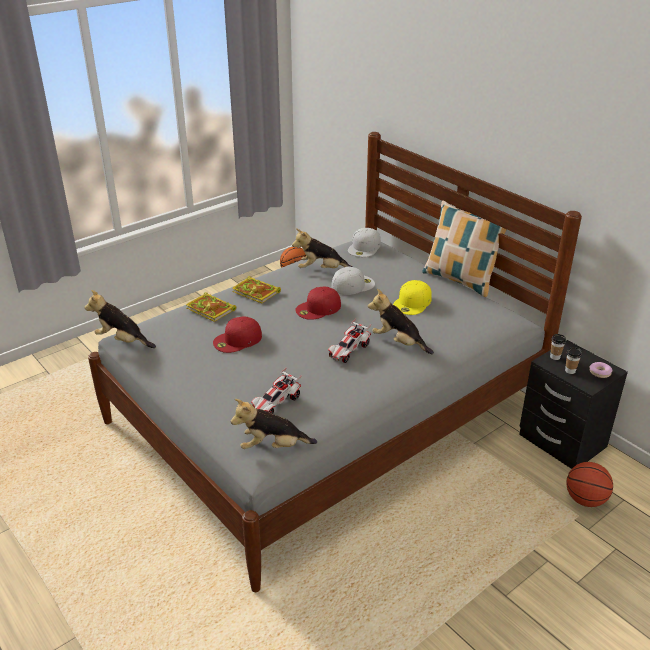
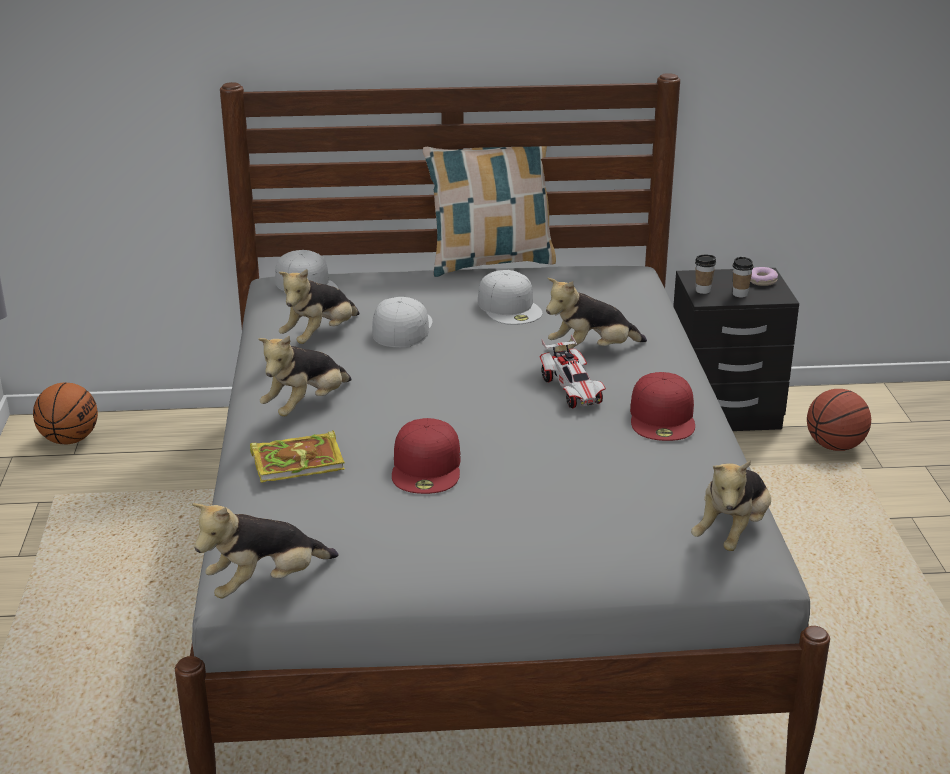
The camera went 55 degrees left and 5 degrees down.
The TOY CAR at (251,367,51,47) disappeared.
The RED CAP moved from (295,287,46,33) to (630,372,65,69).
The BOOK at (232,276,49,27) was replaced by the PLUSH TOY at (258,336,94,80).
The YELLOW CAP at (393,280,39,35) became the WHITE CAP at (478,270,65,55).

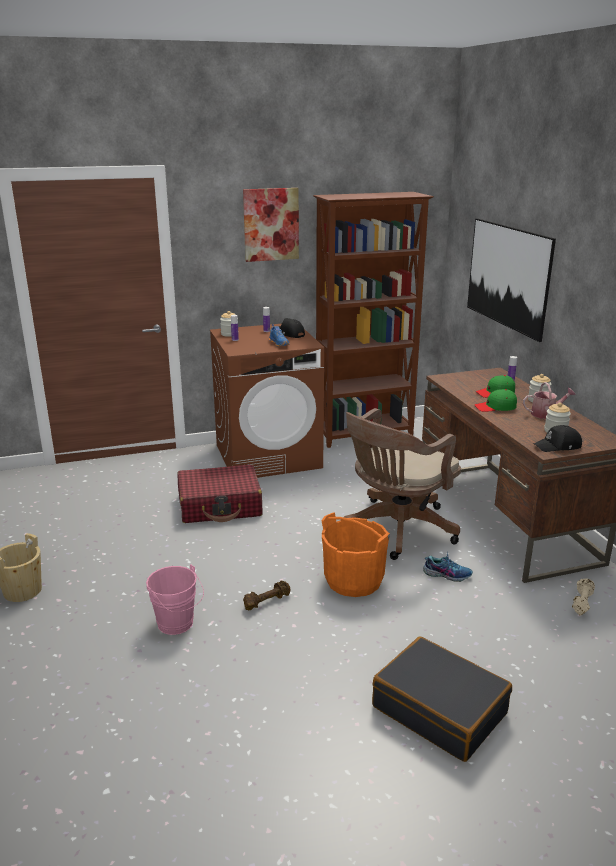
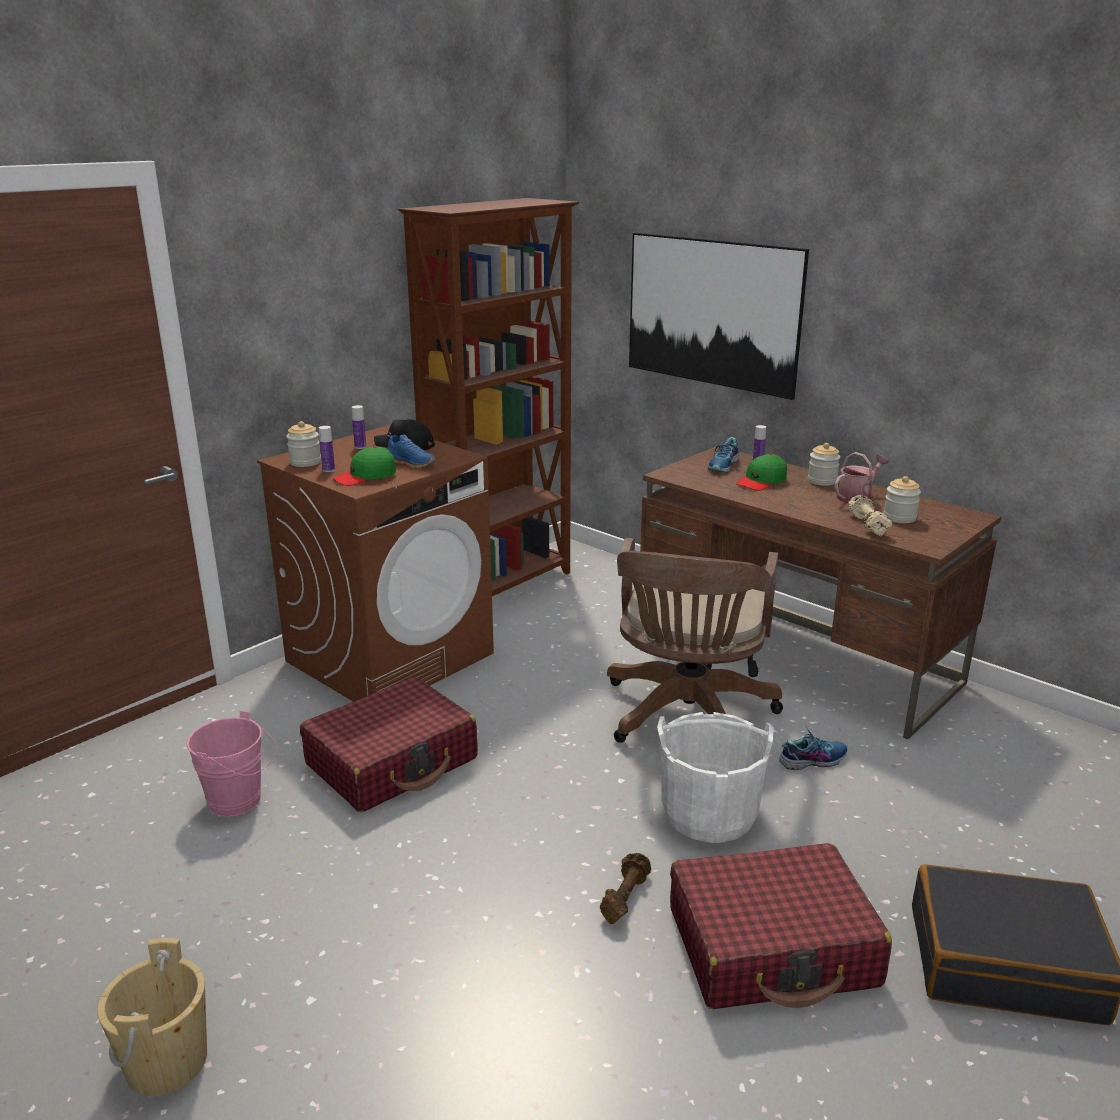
The camera went 30 degrees left and 0 degrees up.
The PICTURE at (243,188,56,74) disappeared.
The BLACK CAP at (534,425,48,27) disappeared.
The RED SUITCASE at (670,843,222,166) appeared.
The SHOE at (708,437,31,36) appeared.
The PINK BUCKET moved from (146,564,58,71) to (186,710,91,107).
The GREEN CAP moved from (475,389,42,23) to (333,446,63,40).
The BEIGE DUMBBELL moved from (572,578,23,38) to (848,495,44,41).
The ORANGE BUCKET at (322,512,68,85) became the WHITE BUCKET at (657,712,116,131).

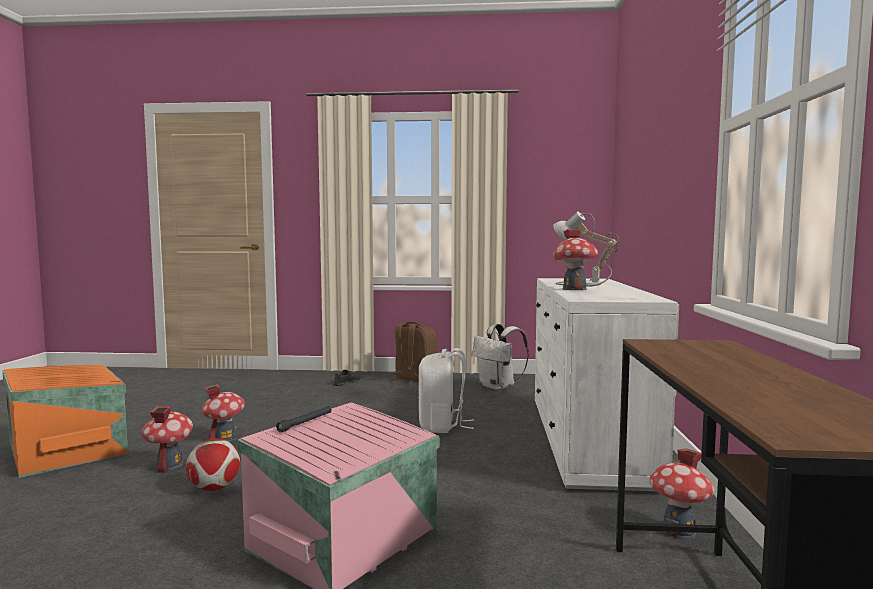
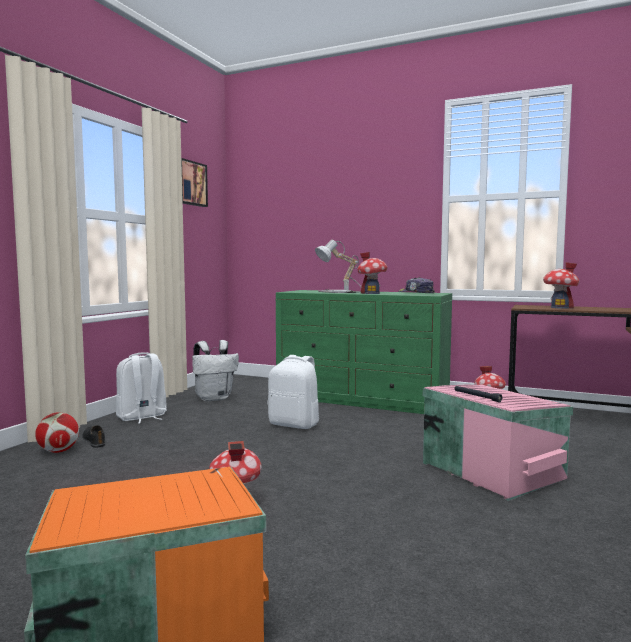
The camera went 70 degrees left and 0 degrees up.
The PICTURE at (181,158,27,49) appeared.
The CAP at (399,277,36,17) appeared.
The TOY HOUSE moved from (142,406,51,67) to (543,262,36,47).
The FOOTBALL moved from (186,438,54,53) to (35,412,44,41).
The BROWN BACKPACK at (391,322,46,63) became the WHITE BACKPACK at (116,352,51,72).
The WHITE DRESSER at (535,278,144,213) became the GREEN DRESSER at (276,290,176,124).

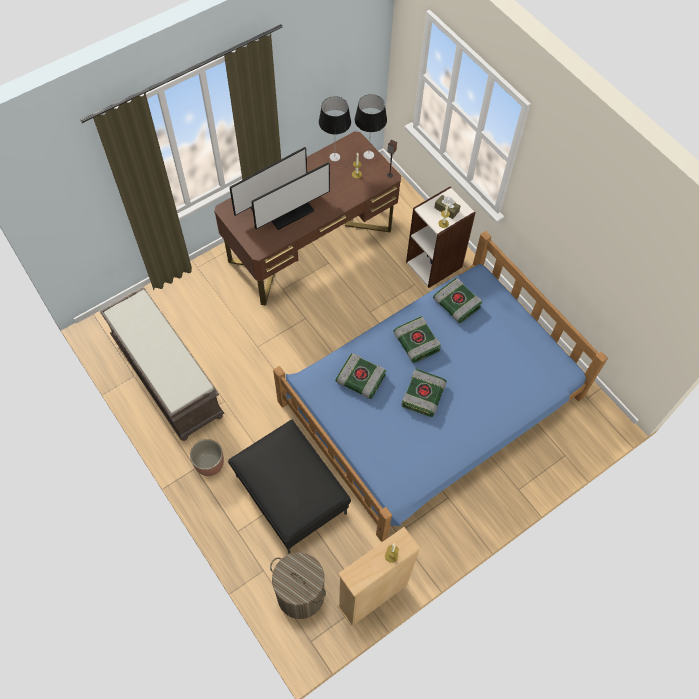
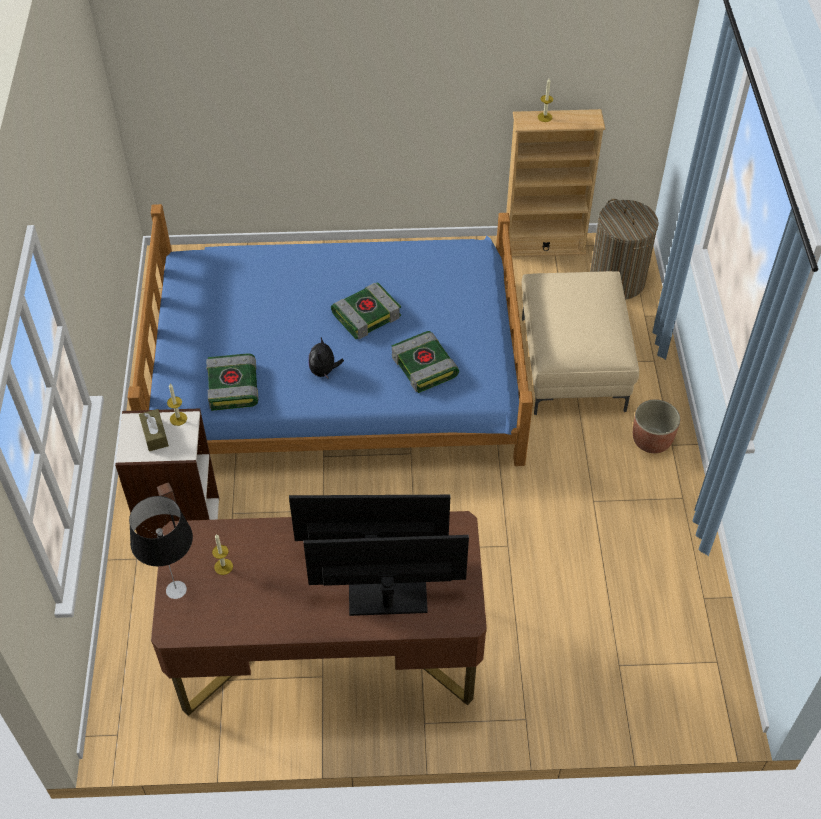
The camera went 145 degrees left and 10 degrees down.
The BROWN BENCH at (99,287,125,154) disappeared.
The TABLE LAMP at (319,96,32,65) disappeared.
The BOOK at (393,316,48,47) was replaced by the PLUSH TOY at (308,337,36,42).
The BLACK OTTOMAN at (228,420,123,134) became the BEIGE OTTOMAN at (522,271,117,144).

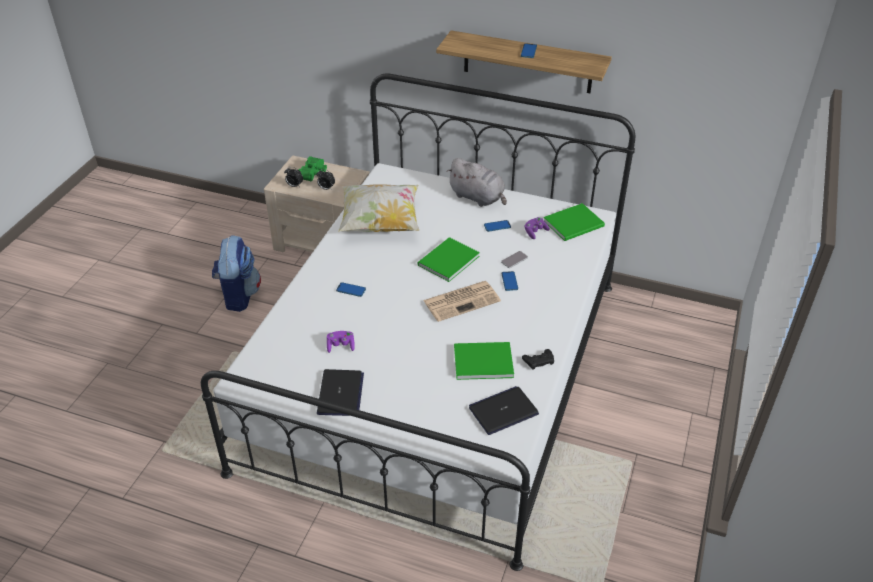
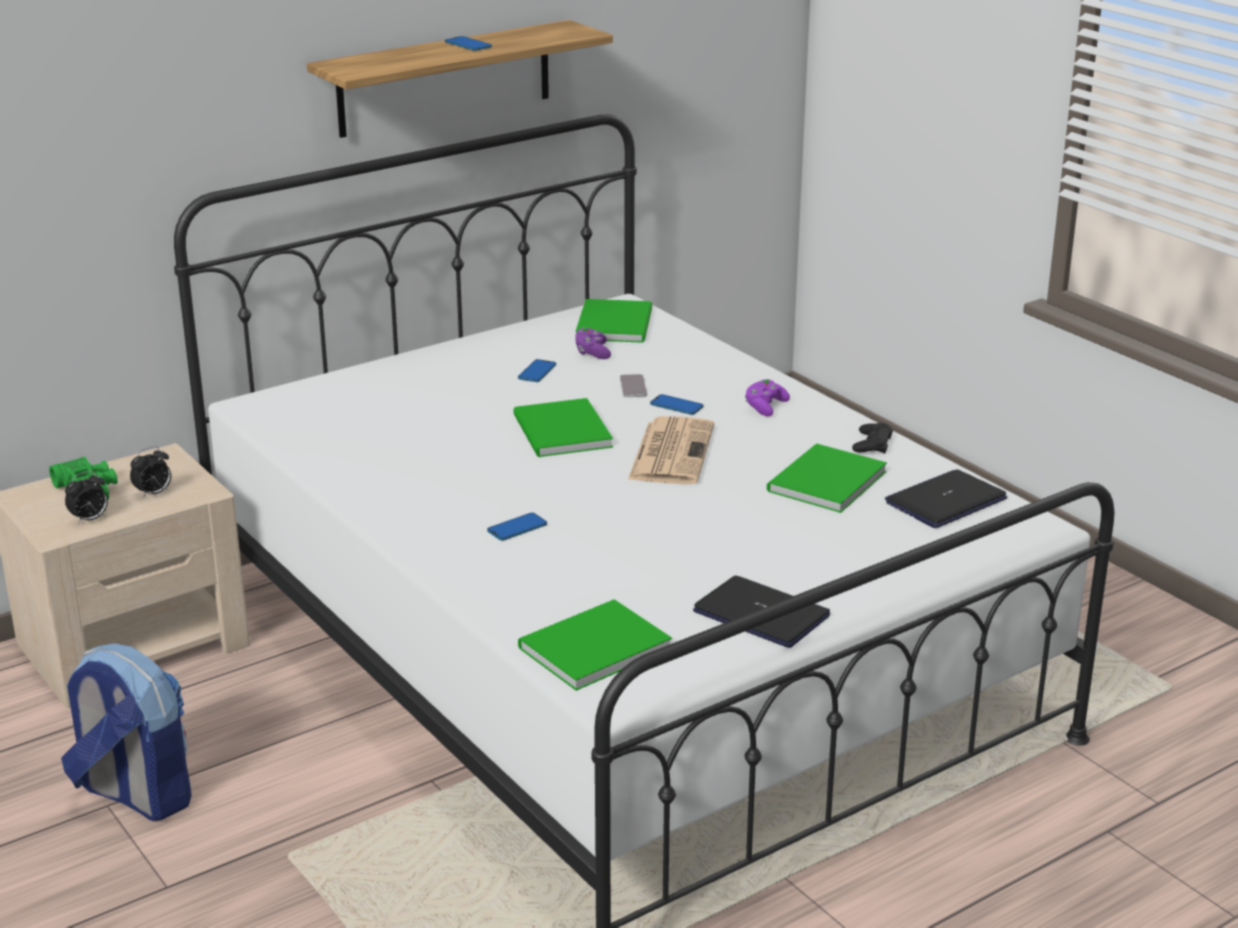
The camera went 55 degrees left and 15 degrees down.
The PILLOW at (338,184,81,48) disappeared.
The GREY PLUSH TOY at (446,158,61,49) disappeared.
The GREEN BOOK at (518,599,154,92) appeared.
The PURPLE GAME CONTROLLER moved from (327,331,28,22) to (745,379,45,37).
The LAPTOP at (469,386,70,49) turned 45 degrees clockwise.

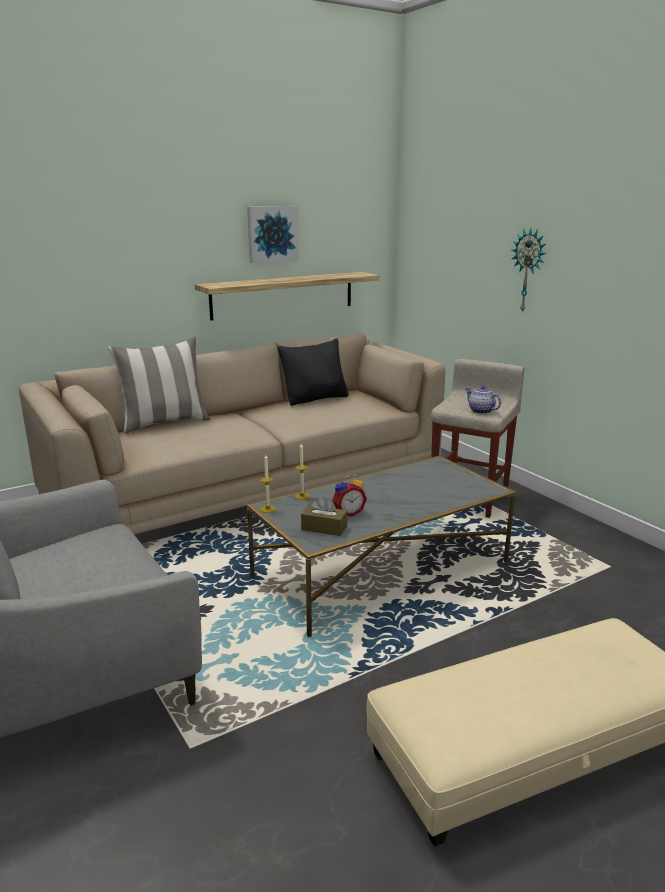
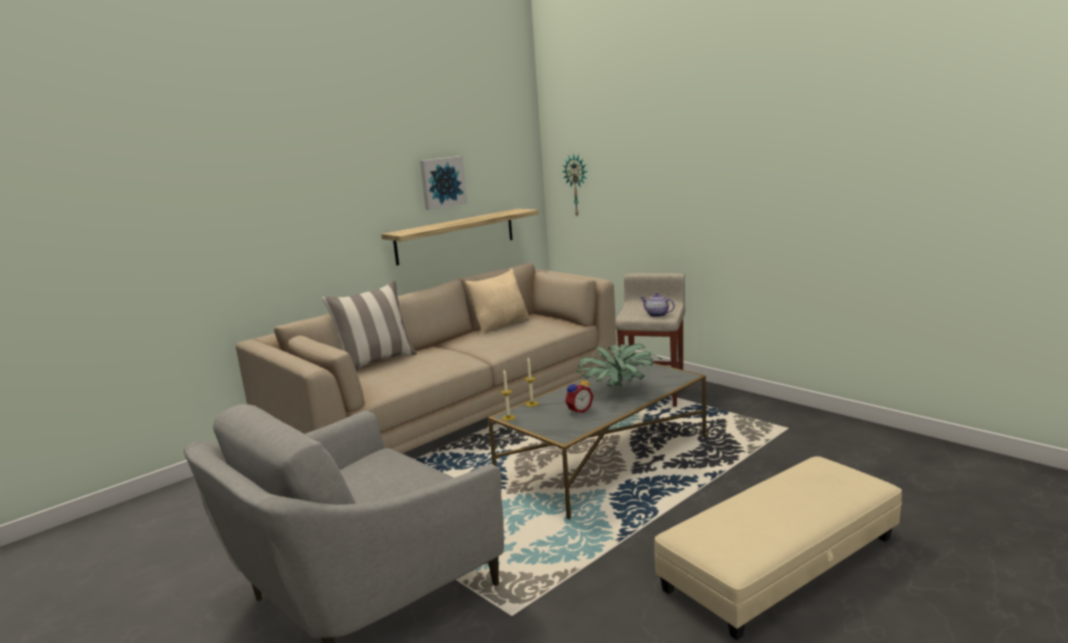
The camera went 10 degrees left and 5 degrees down.
The BROWN TISSUE BOX at (301,497,46,39) disappeared.
The POTTED PLANT at (577,344,84,45) appeared.
The WALL CLOCK moved from (512,228,35,85) to (562,154,25,61).
The BLACK PILLOW at (278,338,71,68) became the BEIGE PILLOW at (465,269,65,64).

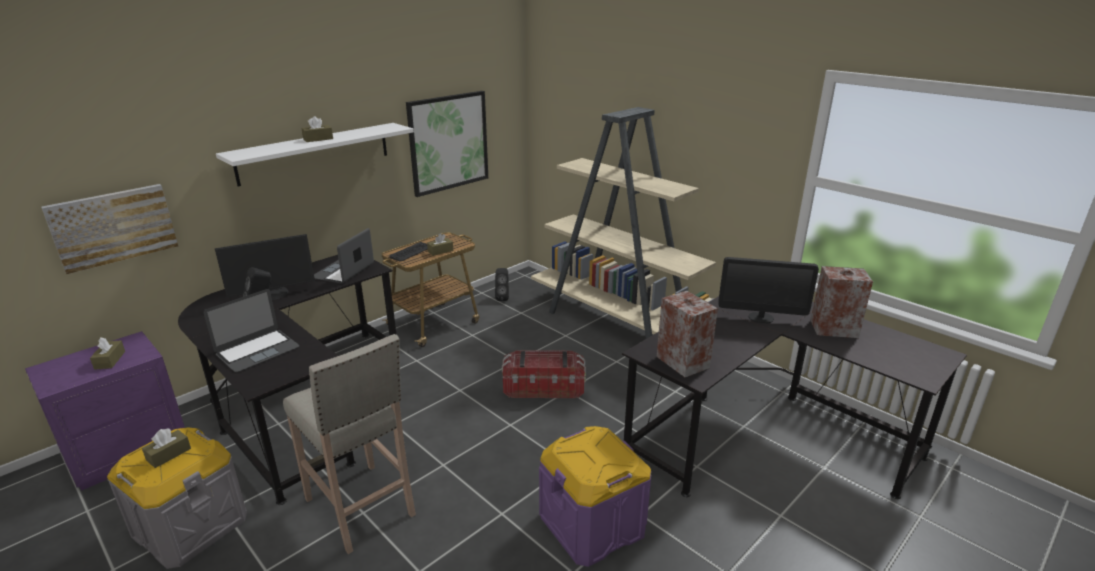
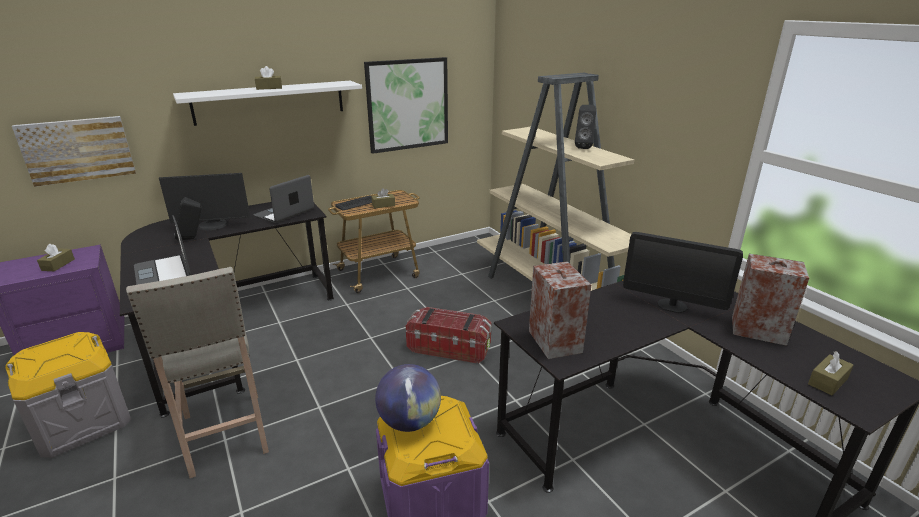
The camera went 15 degrees right and 0 degrees up.
The GLOBE at (375,364,66,68) appeared.
The BROWN TISSUE BOX moved from (142,428,49,40) to (808,351,45,44).
The BLACK SPEAKER moved from (495,268,14,33) to (575,105,21,44).
The LAPTOP at (204,289,96,83) turned 90 degrees clockwise.

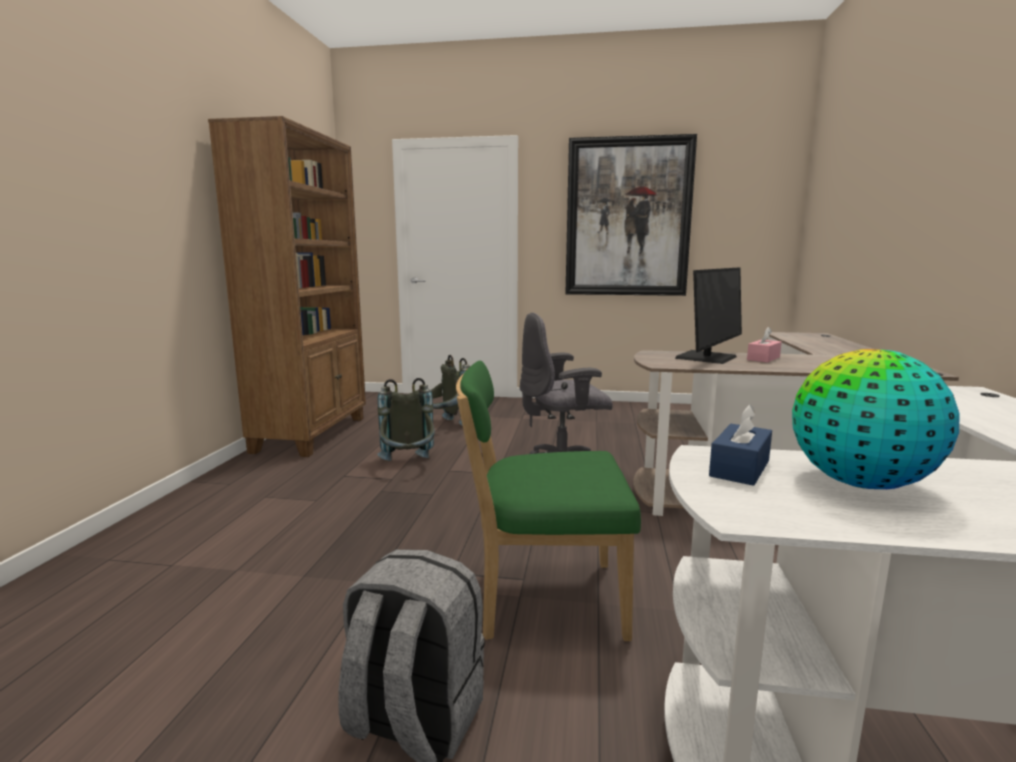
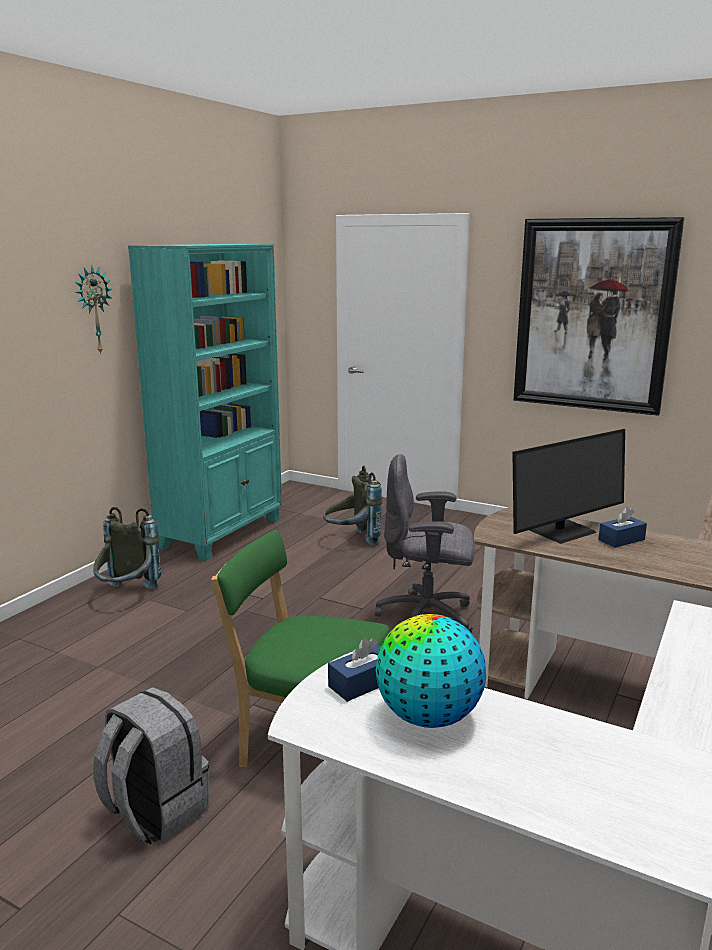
The camera went 20 degrees right and 5 degrees up.
The WALL CLOCK at (75,266,37,88) appeared.
The GREY BACKPACK moved from (377,378,58,83) to (93,507,68,82).
The BROWN BOOKCASE at (208,116,158,341) became the TURQUOISE BOOKCASE at (128,244,154,317).
The PINK TISSUE BOX at (747,327,35,36) became the BLUE TISSUE BOX at (598,507,49,41).

